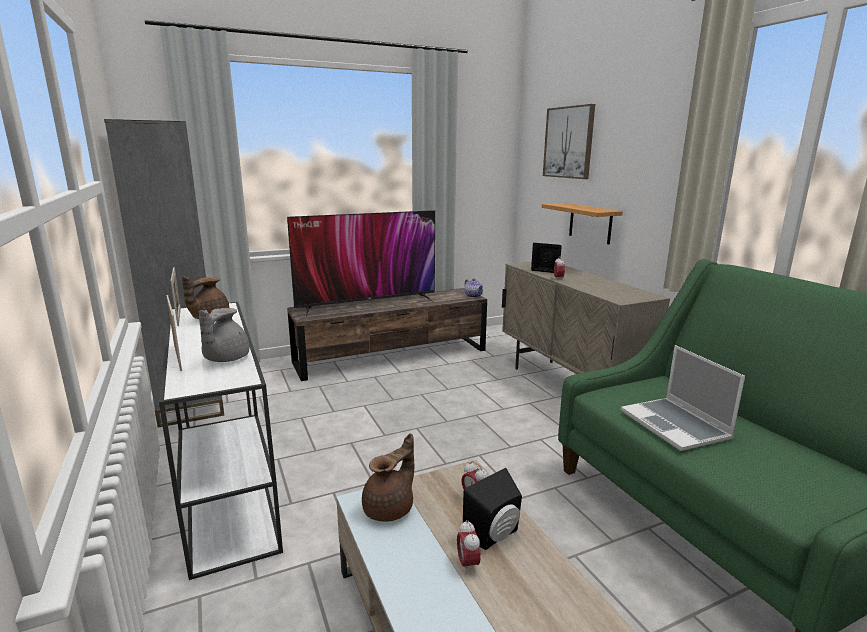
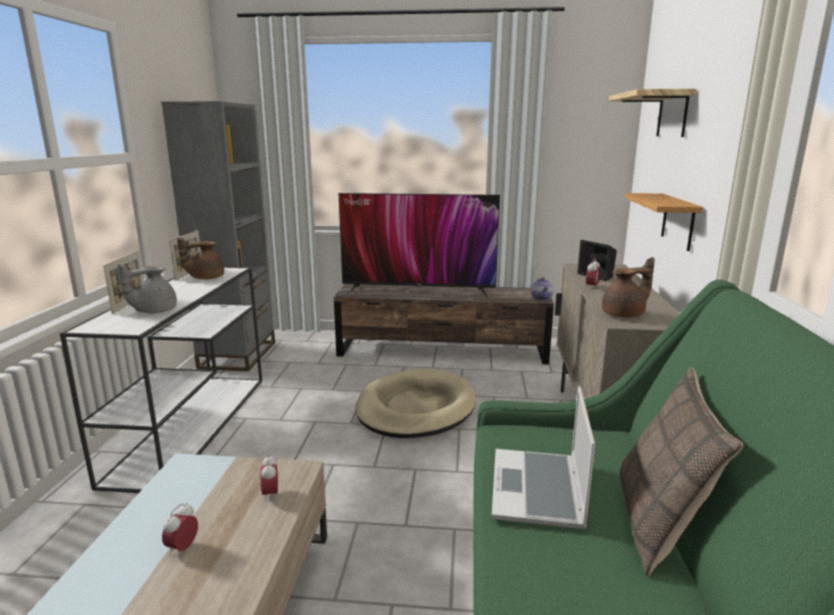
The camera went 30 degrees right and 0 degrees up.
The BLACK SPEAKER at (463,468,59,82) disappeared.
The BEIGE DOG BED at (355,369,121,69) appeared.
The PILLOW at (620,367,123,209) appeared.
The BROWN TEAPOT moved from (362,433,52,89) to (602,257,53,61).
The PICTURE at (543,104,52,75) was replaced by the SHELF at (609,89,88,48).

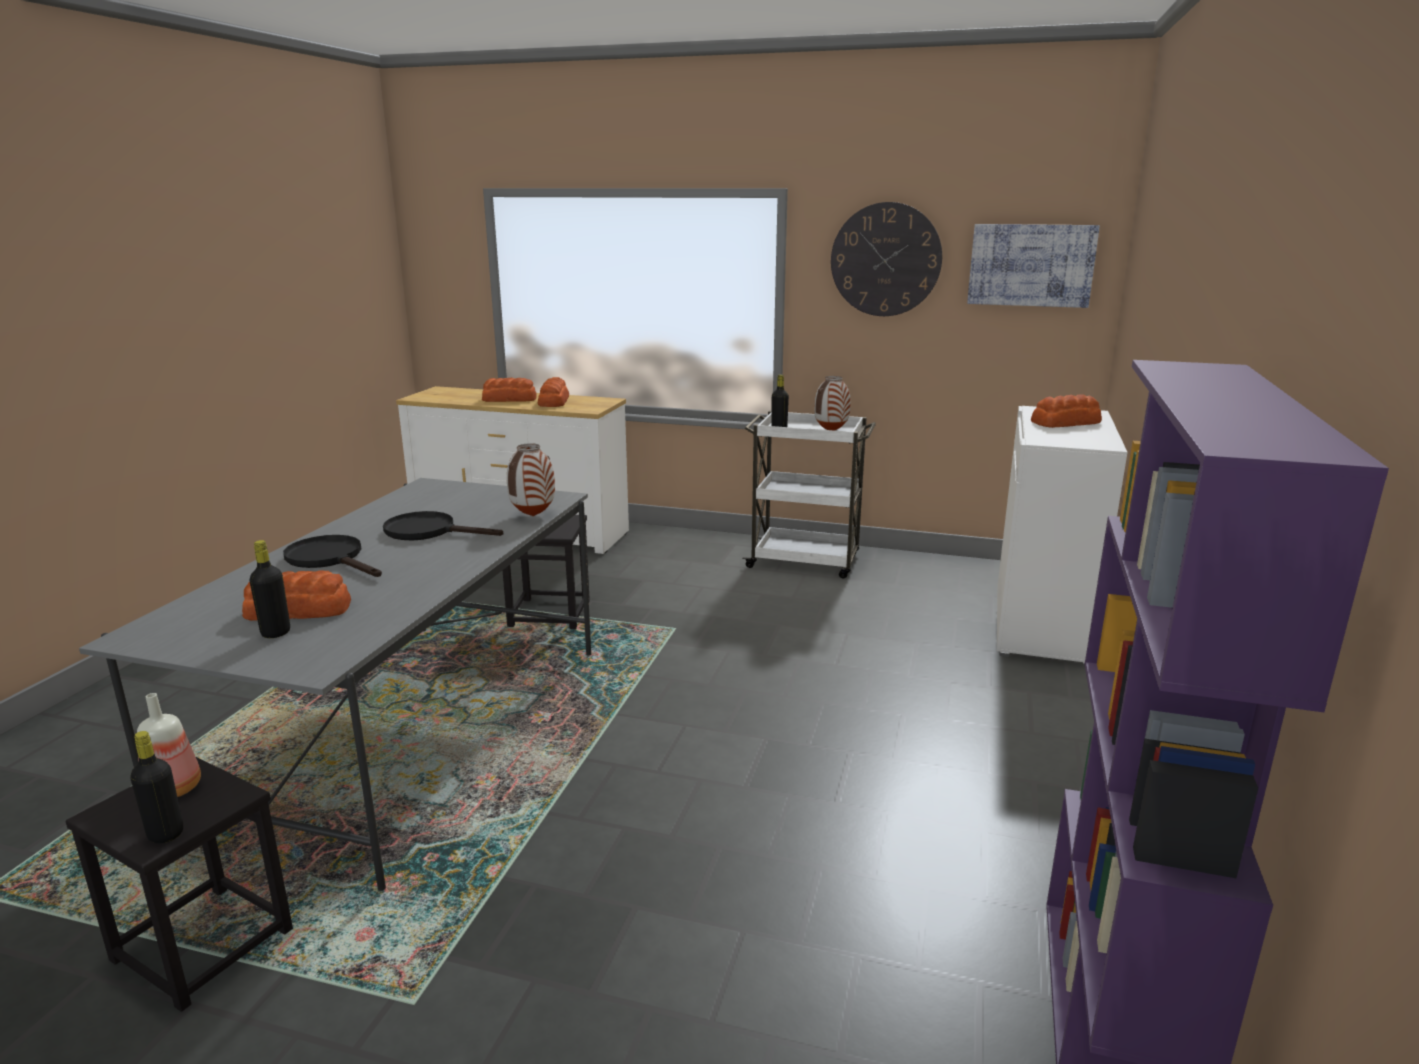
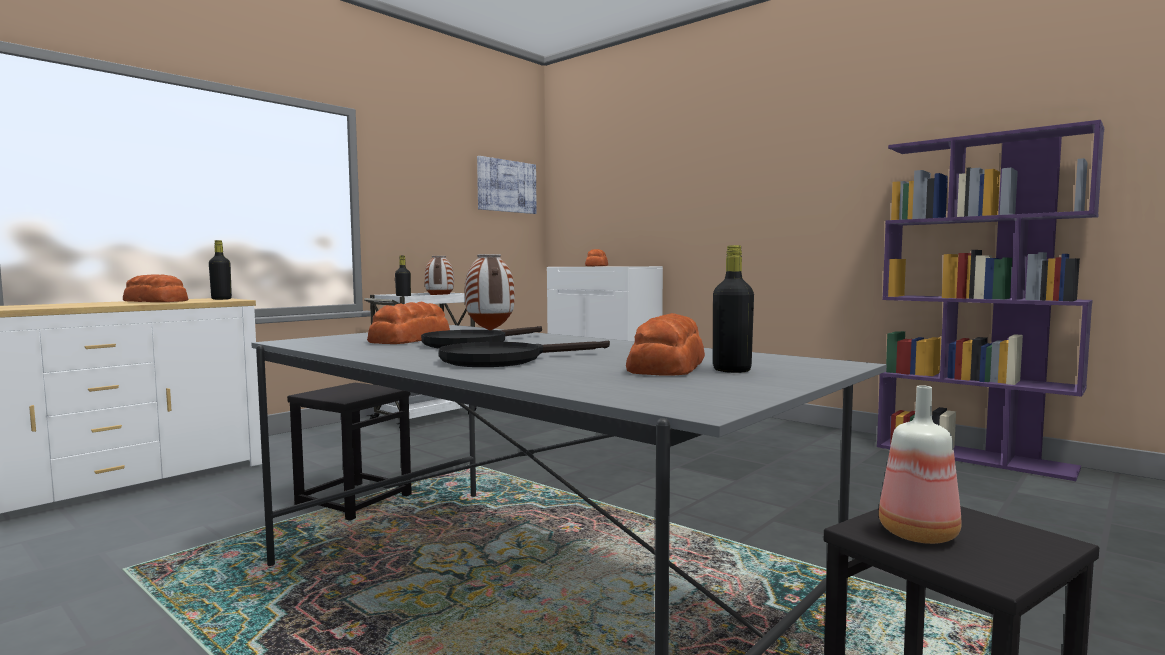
The camera went 65 degrees left and 15 degrees down.
The WALL CLOCK at (831,202,111,114) disappeared.
The BLACK BOTTLE moved from (130,731,53,112) to (209,240,23,60).
The BREAD moved from (482,378,55,24) to (367,302,83,42).

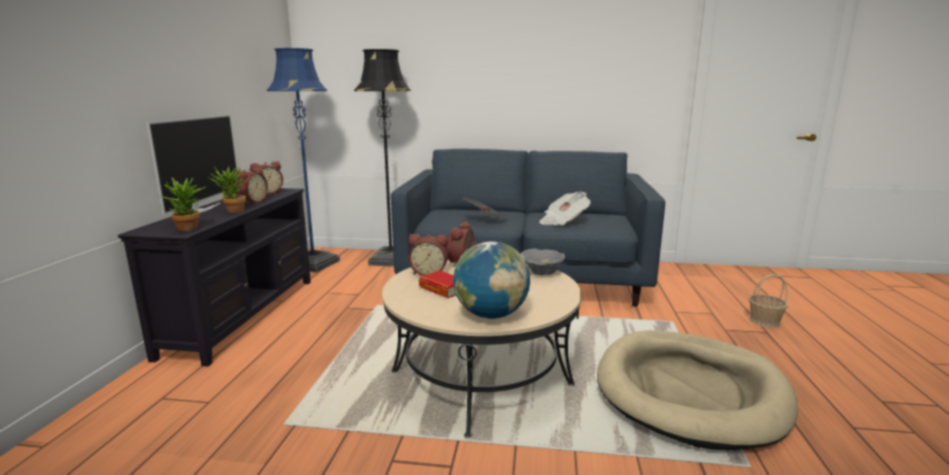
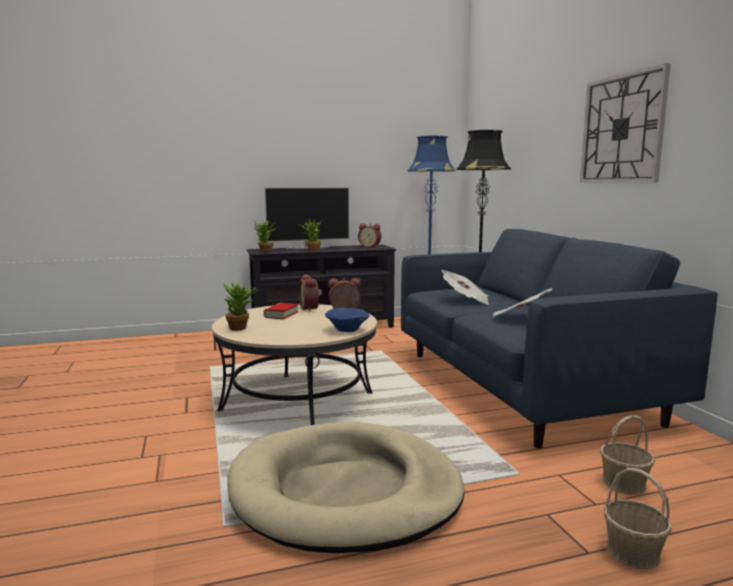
The camera went 65 degrees right and 5 degrees down.
The ALARM CLOCK at (235,167,33,38) disappeared.
The WALL CLOCK at (580,63,91,120) appeared.
The BASKET at (600,415,55,80) appeared.
The GLOBE at (453,241,77,78) was replaced by the POTTED PLANT at (223,281,35,50).
The GREY BOWL at (521,248,44,27) became the BLUE BOWL at (325,308,45,24).

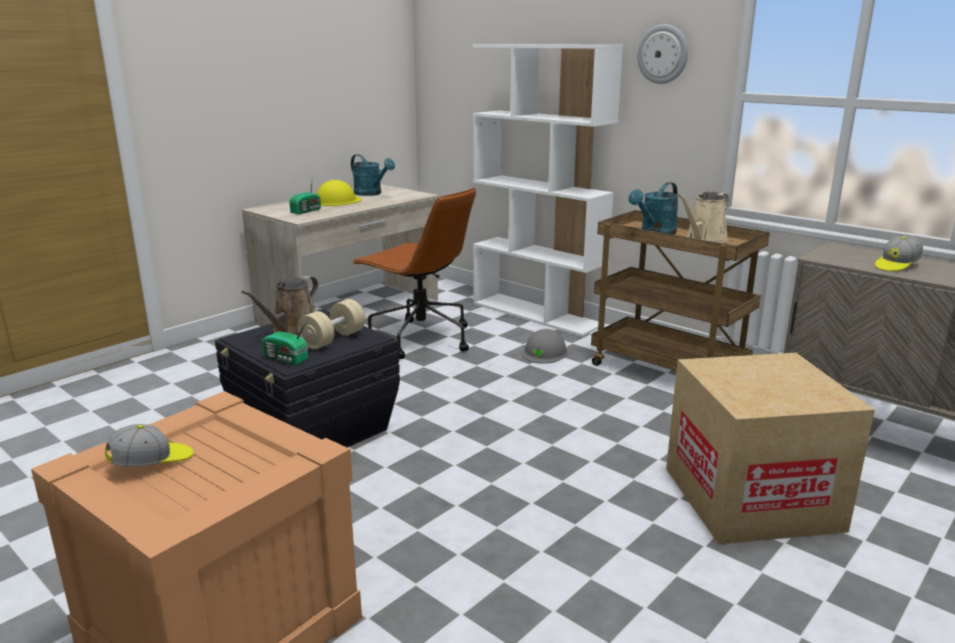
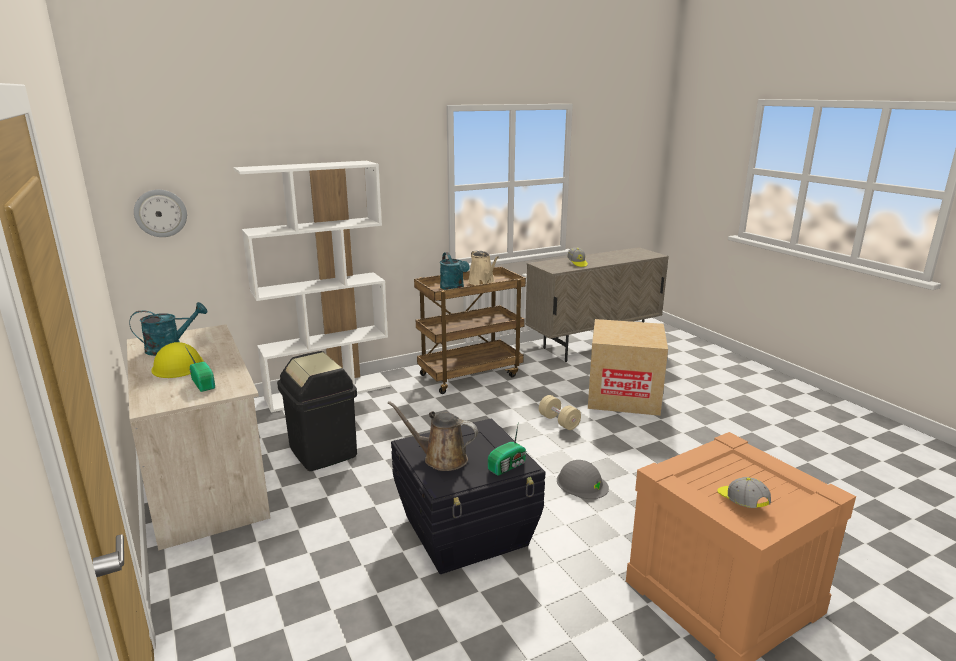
The camera went 70 degrees left and 0 degrees up.
The BEIGE DUMBBELL moved from (298,299,67,51) to (539,395,42,35).
The GREY HARD HAT moved from (521,329,47,35) to (557,460,52,39).
The WALL CLOCK moved from (637,24,51,60) to (134,189,53,48).
The BROWN OFFICE CHAIR at (352,188,124,171) was replaced by the BLACK TRASH CAN at (277,351,80,120).
The BROWN WATERING CAN at (242,276,76,60) turned 150 degrees clockwise.

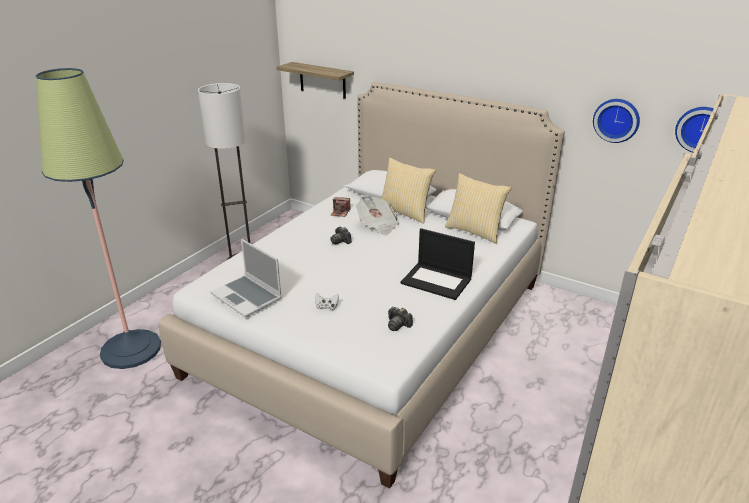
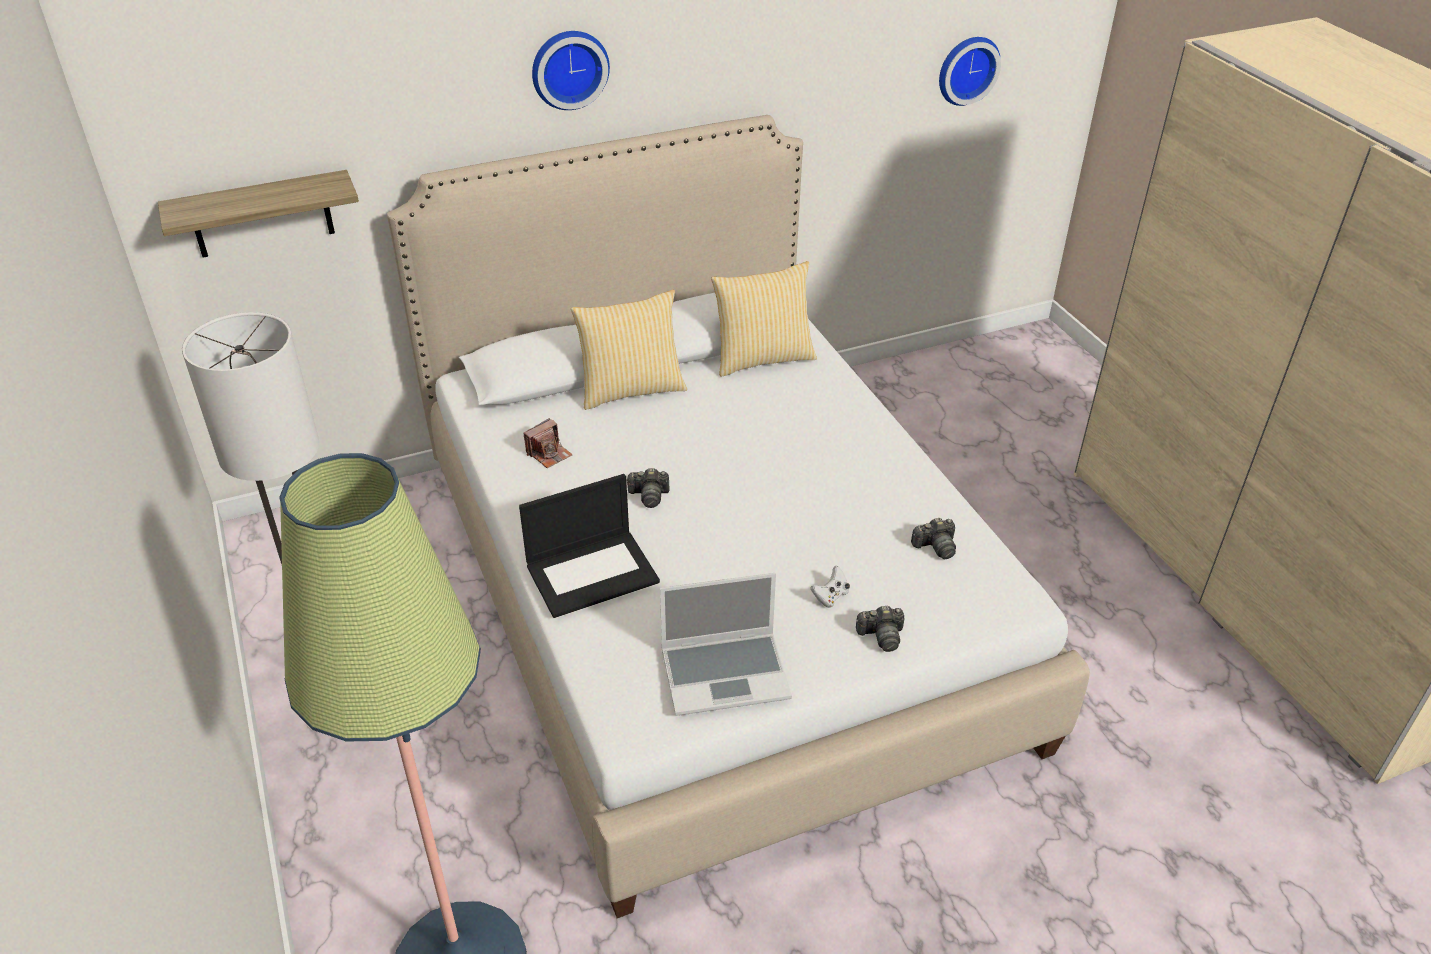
The camera went 55 degrees left and 10 degrees up.
The NEWSPAPER at (356,195,43,40) disappeared.
The PHOTO CAMERA at (856,606,49,46) appeared.
The LAPTOP moved from (400,228,75,72) to (519,474,141,144).
The WALL CLOCK moved from (593,99,47,44) to (532,31,78,79).

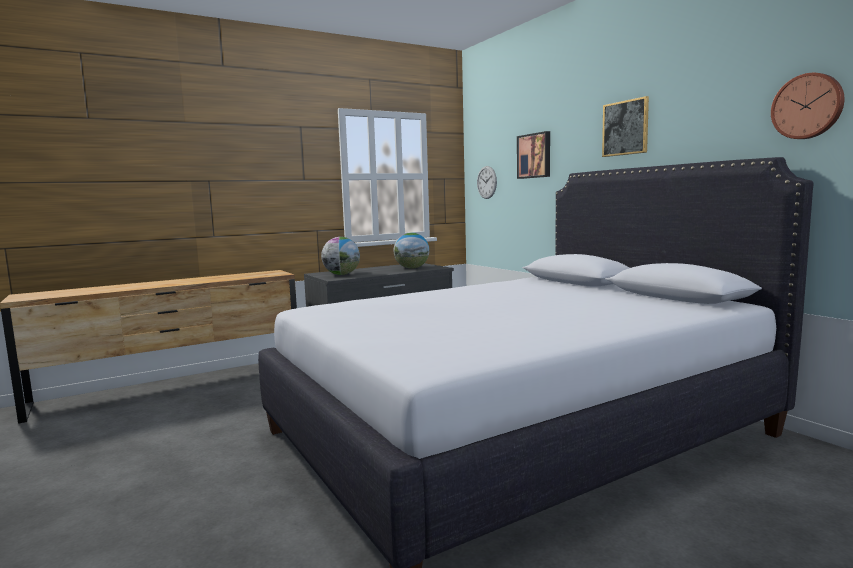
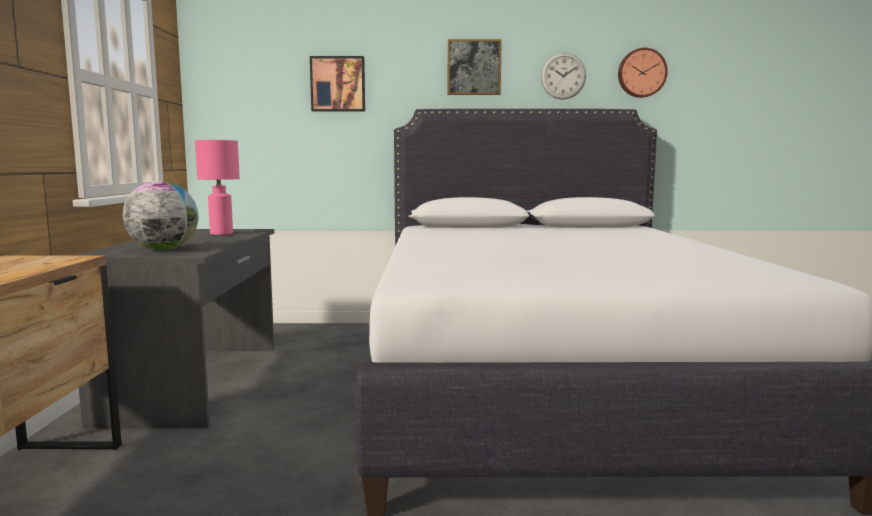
The camera went 60 degrees left and 0 degrees up.
The WALL CLOCK moved from (477,166,20,33) to (541,53,45,47).
The GLOBE at (394,233,35,36) was replaced by the PINK TABLE LAMP at (195,140,45,95).

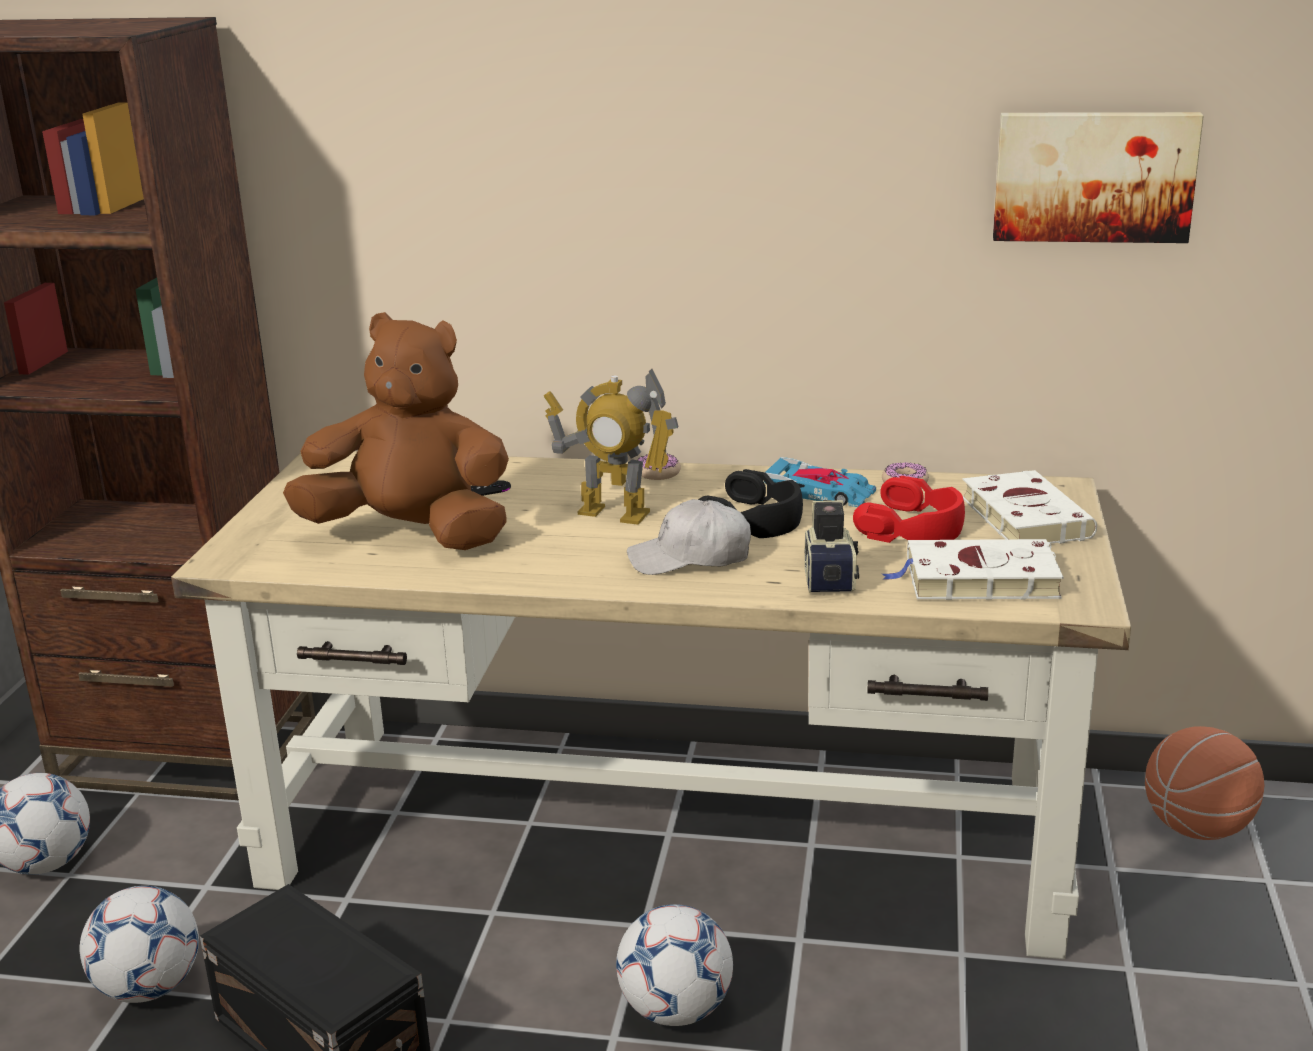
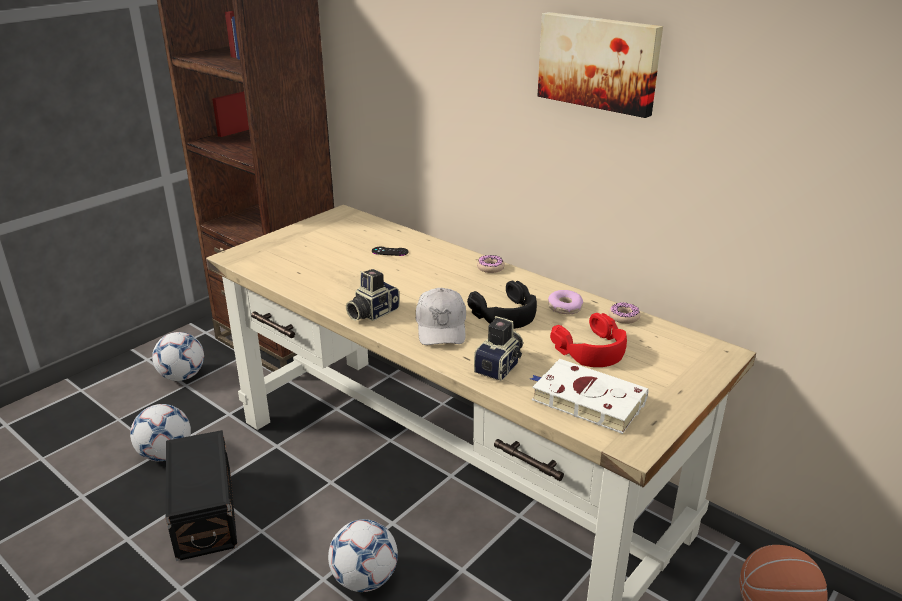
The camera went 30 degrees right and 5 degrees up.
The BROWN PLUSH TOY at (283,312,226,238) disappeared.
The TOY ROBOT at (544,369,135,156) disappeared.
The WHITE BOOK at (963,470,134,74) disappeared.
The PHOTO CAMERA at (346,269,54,52) appeared.
The PICTURE moved from (993,112,211,131) to (537,12,126,106).
The TOY CAR at (764,457,112,50) was replaced by the DONUT at (548,290,35,24).
The WHITE CAP at (627,499,124,76) turned 120 degrees counterclockwise.

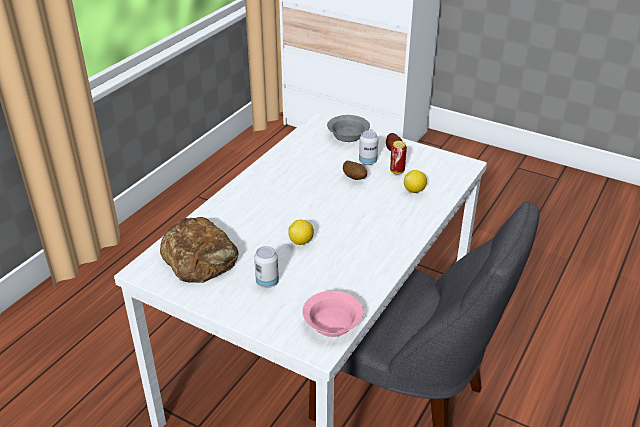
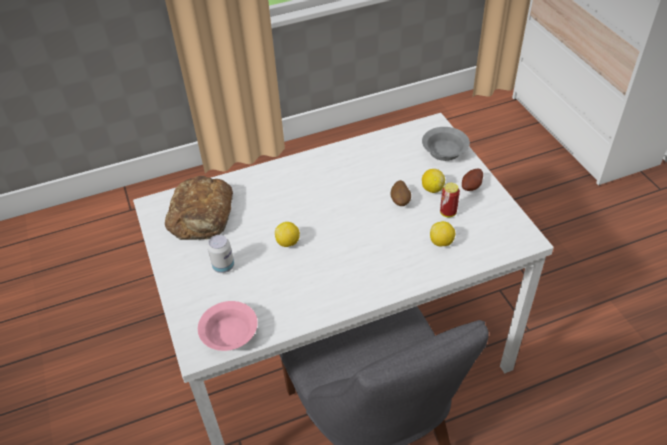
The camera went 40 degrees right and 10 degrees up.
The CAN at (359,131,19,34) was replaced by the LEMON at (422,169,23,24).

